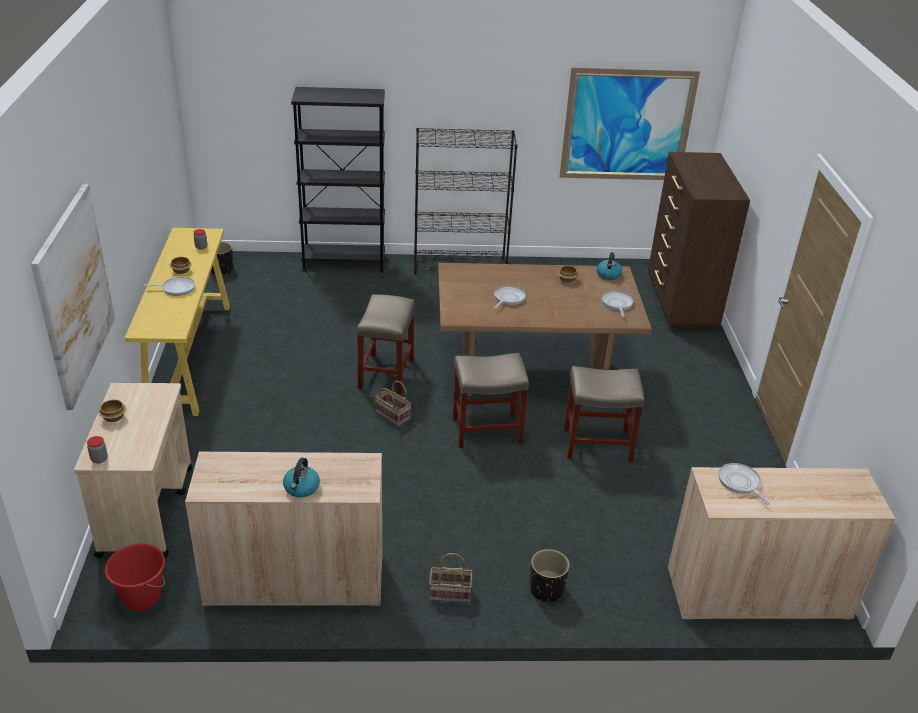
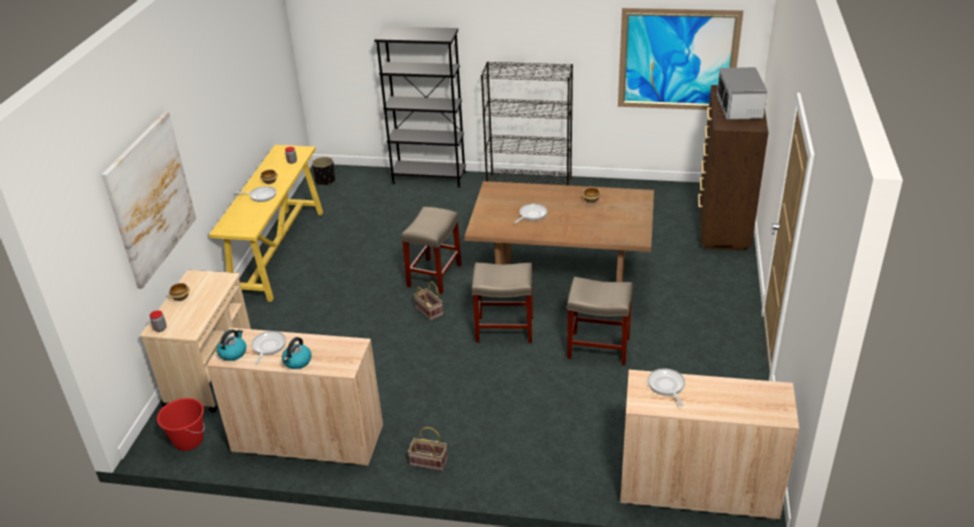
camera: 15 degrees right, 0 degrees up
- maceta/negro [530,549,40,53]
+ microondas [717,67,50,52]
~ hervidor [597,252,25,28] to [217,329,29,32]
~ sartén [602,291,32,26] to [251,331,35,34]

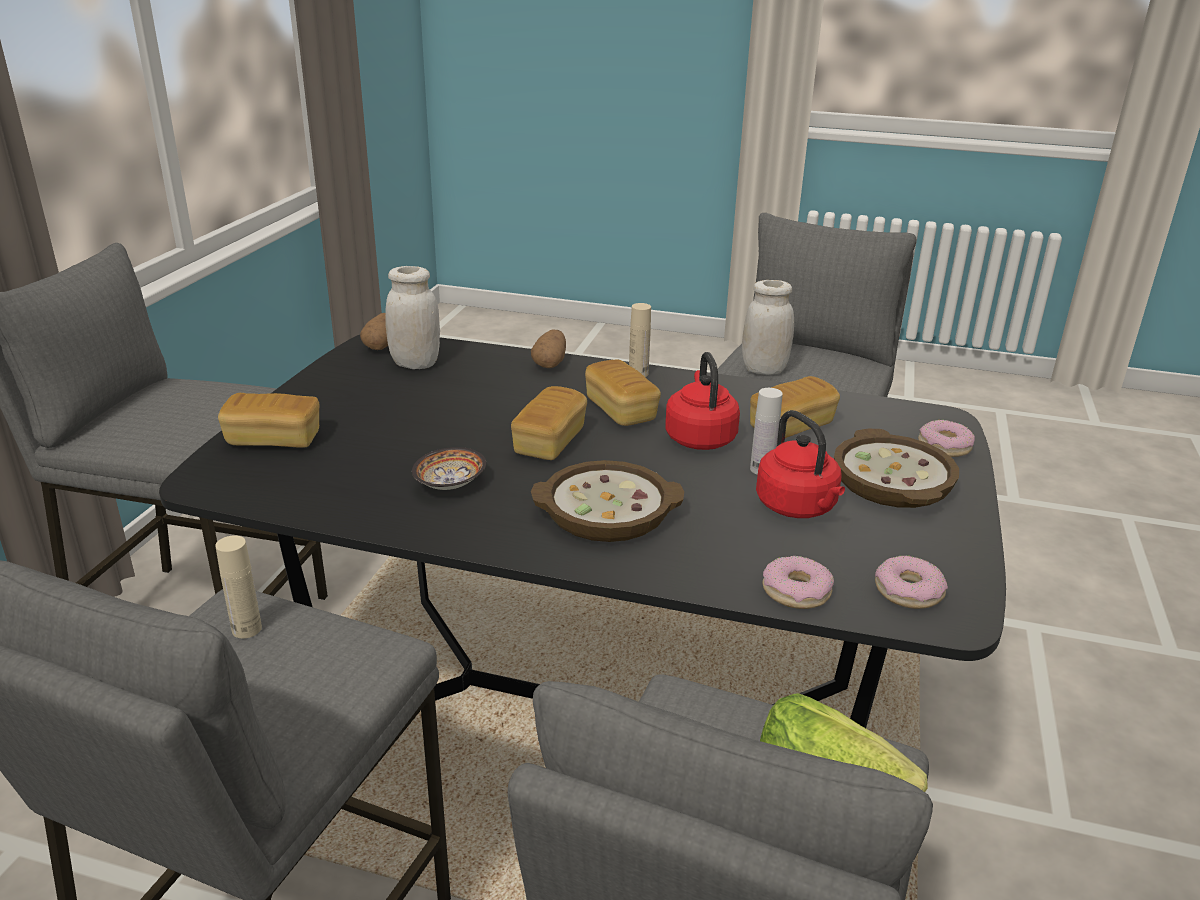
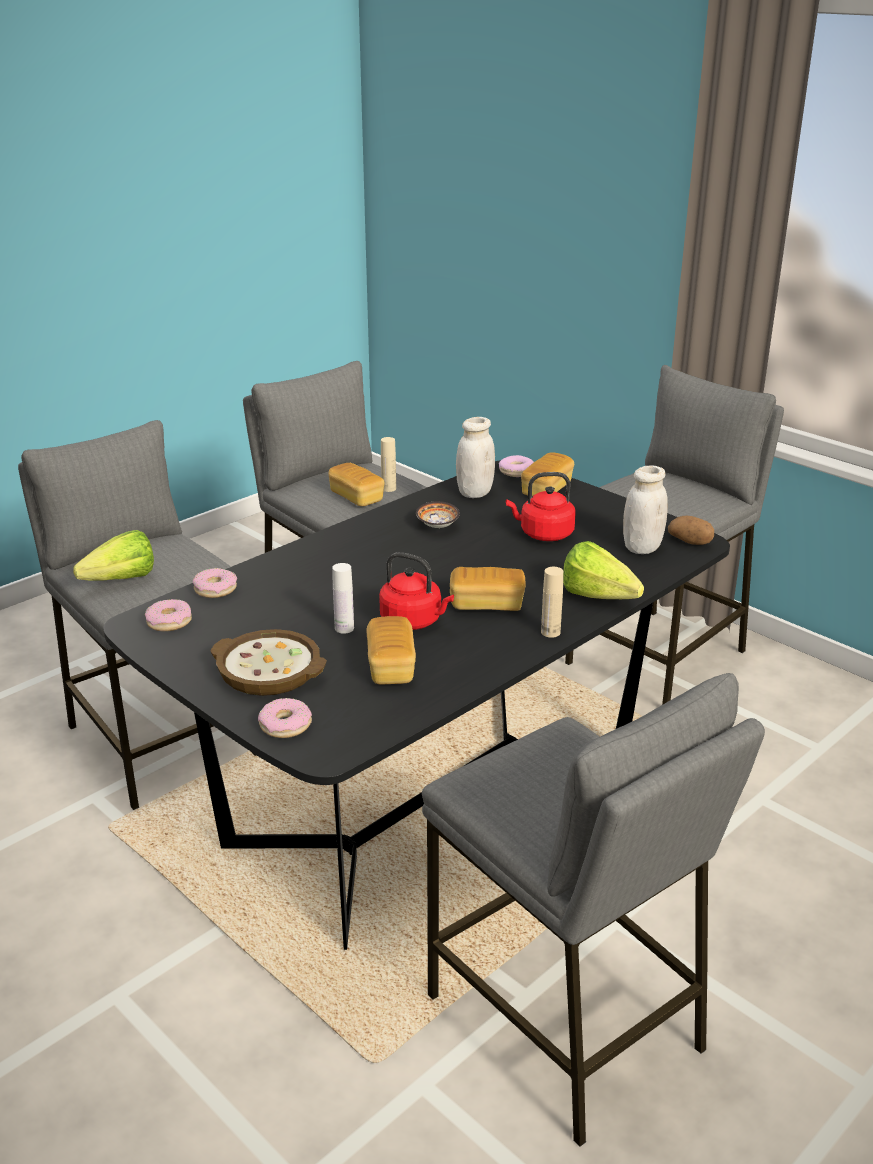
camera: 120 degrees right, 0 degrees up
- cuenco [531,460,153,82]
+ rosquilla [499,455,35,22]
~ pan [511,386,76,74] to [328,463,57,43]
~ tarro/blanco [742,280,52,95] to [456,417,39,81]
~ hervidor/rojo [756,410,89,108] to [506,472,70,69]
~ patata [531,330,35,38] to lechuga [563,541,81,58]

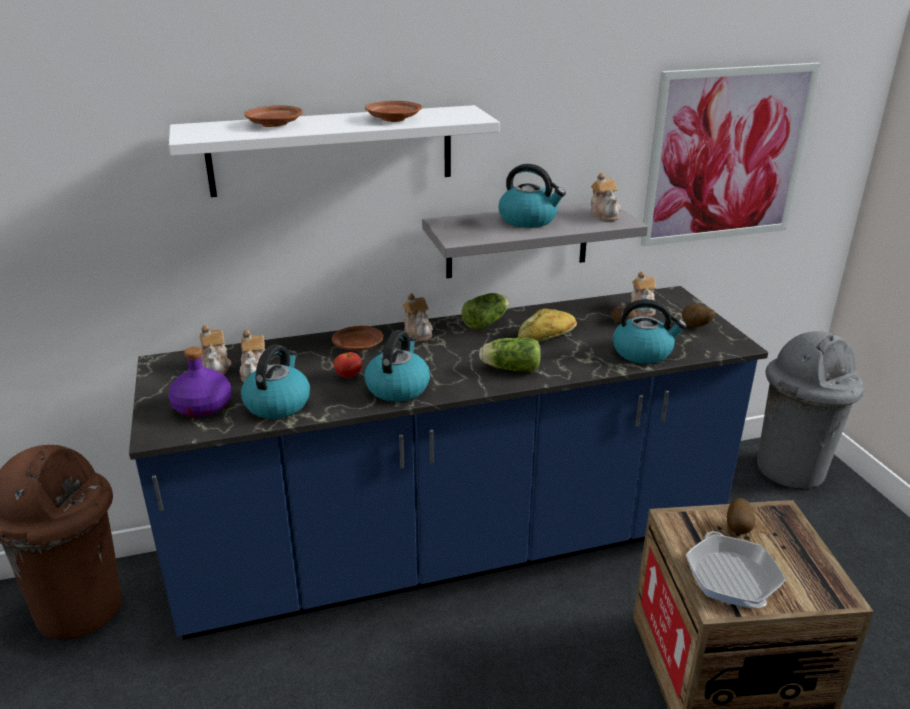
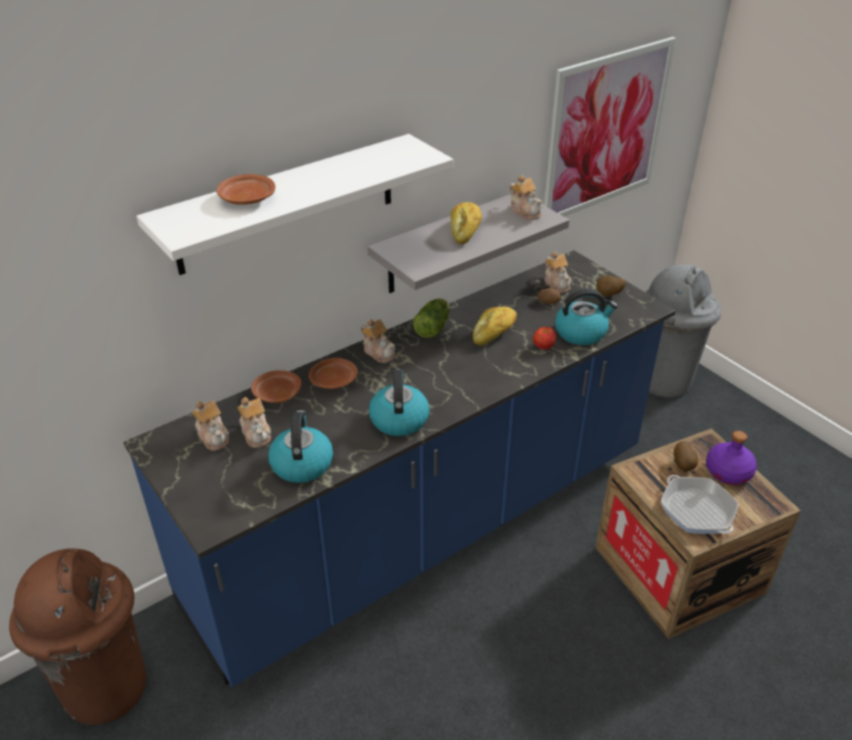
camera: 20 degrees left, 10 degrees up
- lechuga [479,337,62,35]
~ botella/morado [168,346,64,71] to [706,431,51,54]
~ tomate [334,352,28,26] to [533,327,23,23]
~ plato/marrón [365,101,57,21] to [251,370,51,33]
~ hervidor [499,164,67,64] to pan [450,202,32,42]

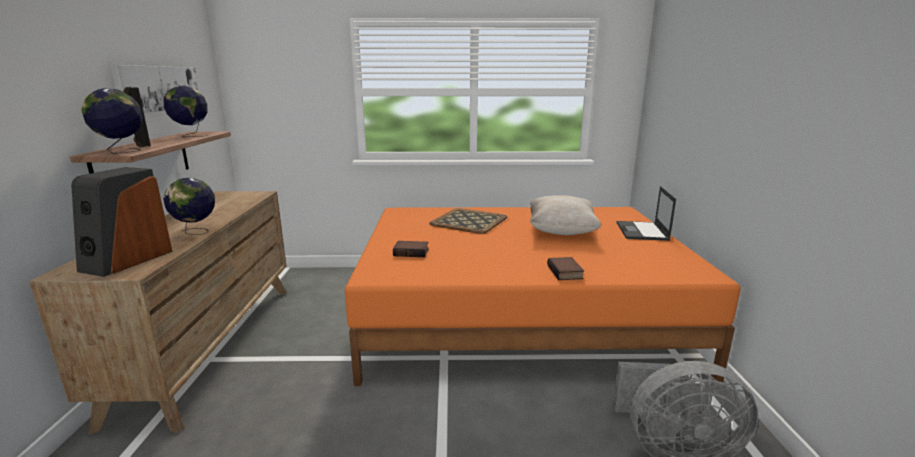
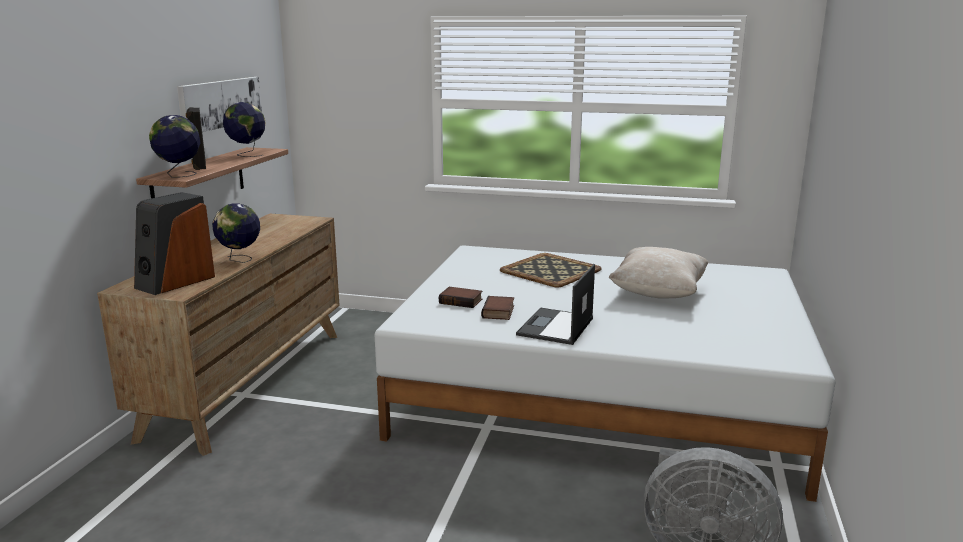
camera: 15 degrees right, 0 degrees up
~ libro [547,257,37,23] to [481,296,33,24]
~ portátil [617,186,59,55] to [516,264,79,81]
~ cama/naranja [345,207,396,179] to cama/blanco [375,245,461,257]

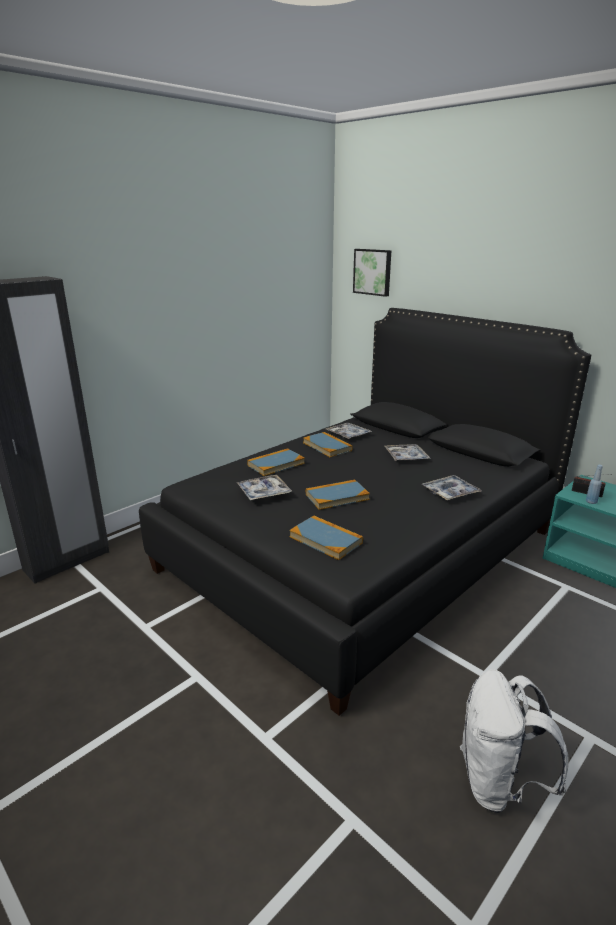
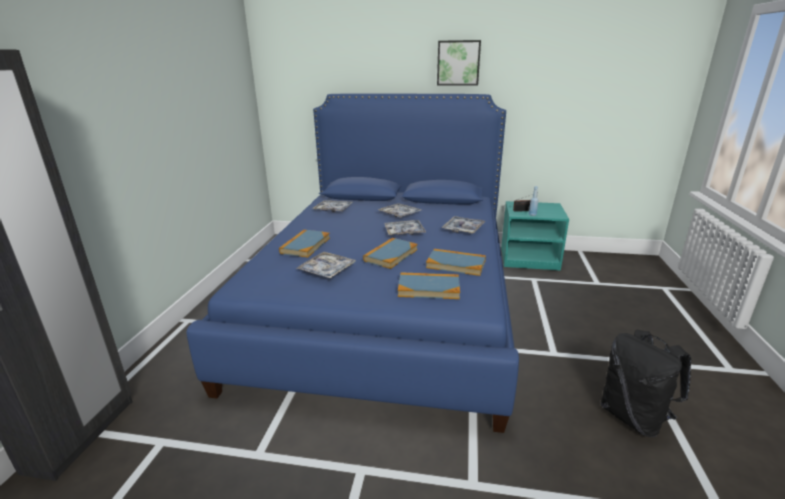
camera: 35 degrees left, 0 degrees up
+ bandeja [384,220,42,15]
~ libro [303,432,50,25] to [426,249,60,27]
~ cuadro [353,249,38,48] to [437,40,44,46]
~ cama/negro [139,308,452,408] to cama/azul [187,93,332,340]
~ mochila/blanco [460,669,109,144] to mochila/negro [601,330,90,107]

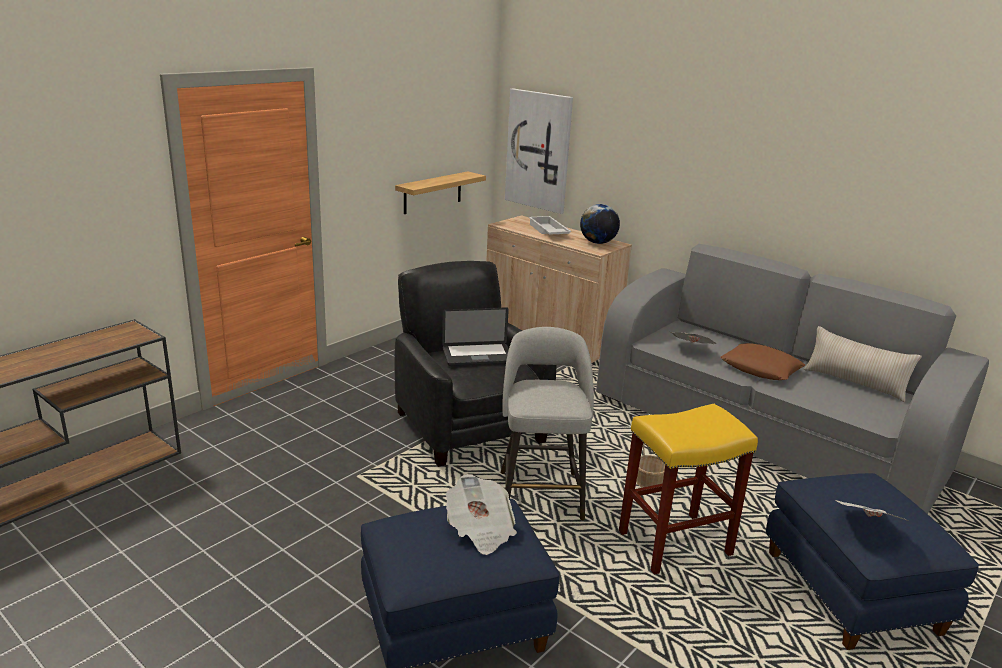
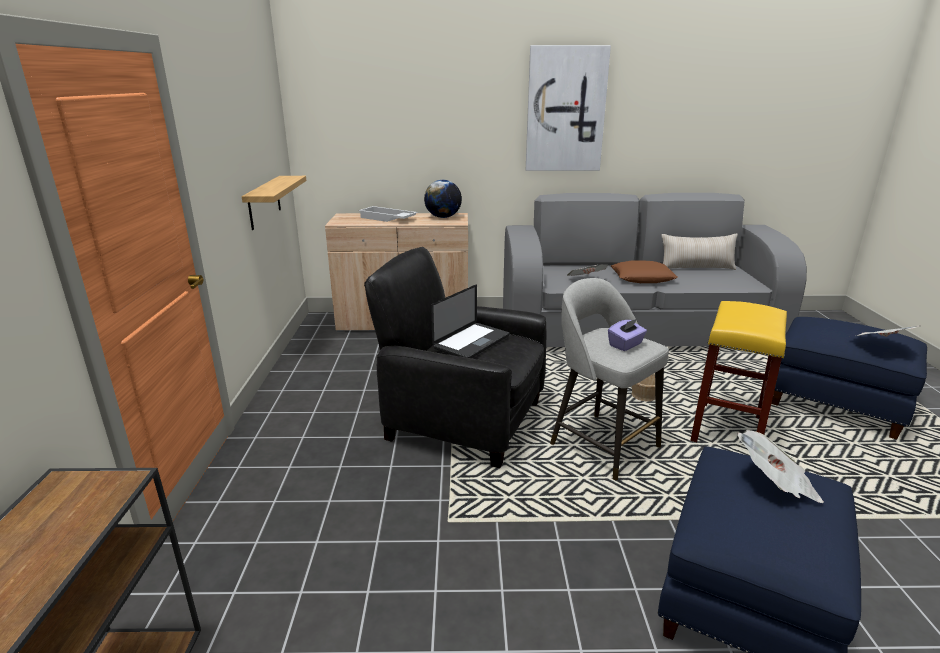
camera: 40 degrees left, 0 degrees up
+ caja de pañuelos/morado [608,319,39,32]
~ cuadro [505,89,68,125] to [526,45,85,126]

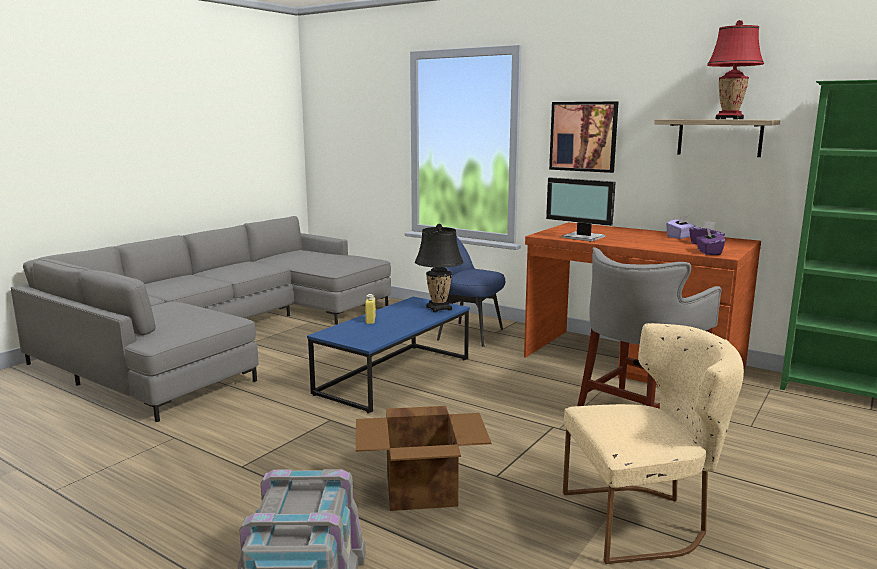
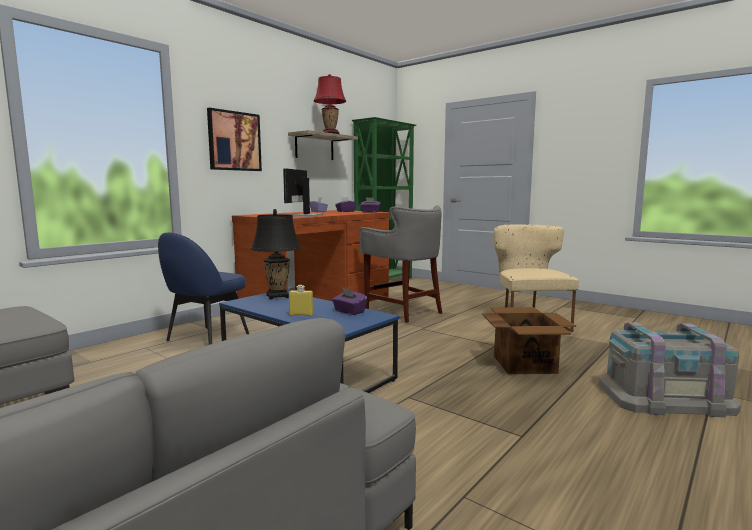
camera: 85 degrees left, 5 degrees down
+ caja de pañuelos/morado [332,287,35,28]
~ monitor [546,177,70,64] = [283,169,40,48] 150 degrees clockwise

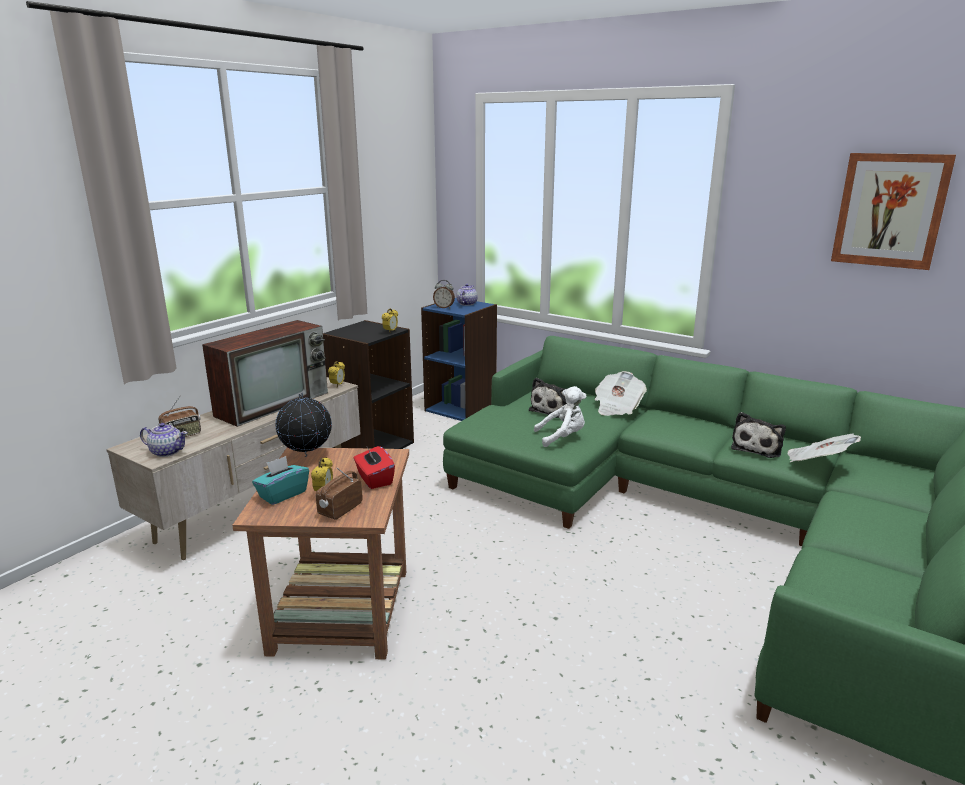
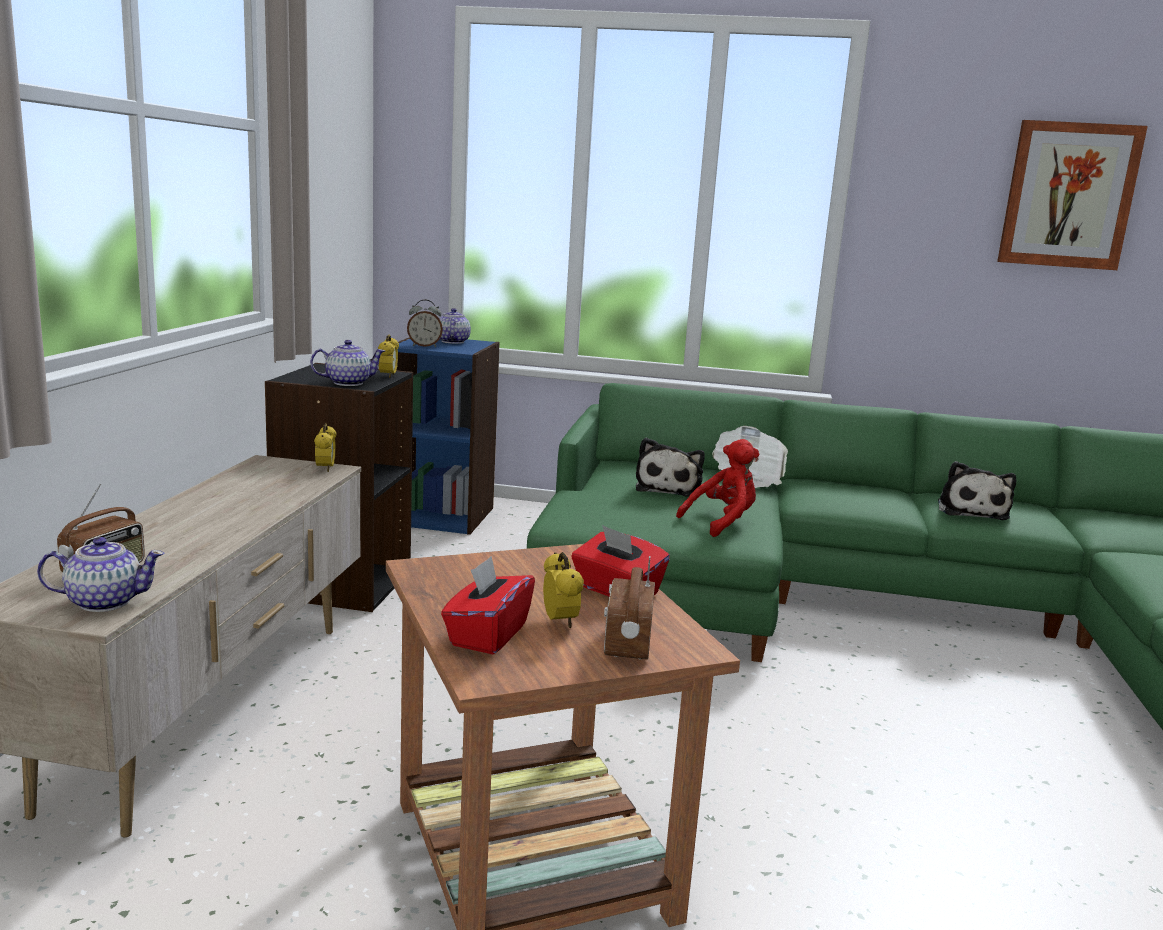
camera: 25 degrees left, 5 degrees down
- televisor [202,320,126,107]
- globo terráqueo [276,392,56,65]
- periódico [788,433,73,29]
+ tetera [310,340,75,46]
~ caja de pañuelos/turquesa [252,456,57,49] to caja de pañuelos/rojo [441,556,94,98]
~ peluche/blanco [534,386,52,61] to peluche/rojo [676,439,83,98]

